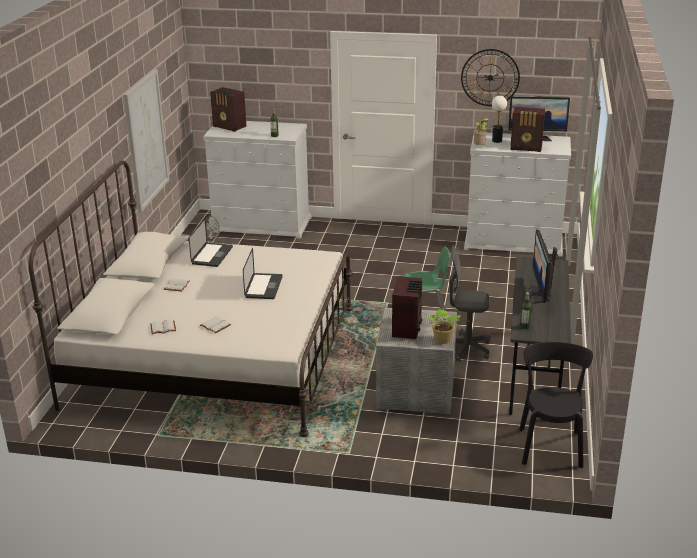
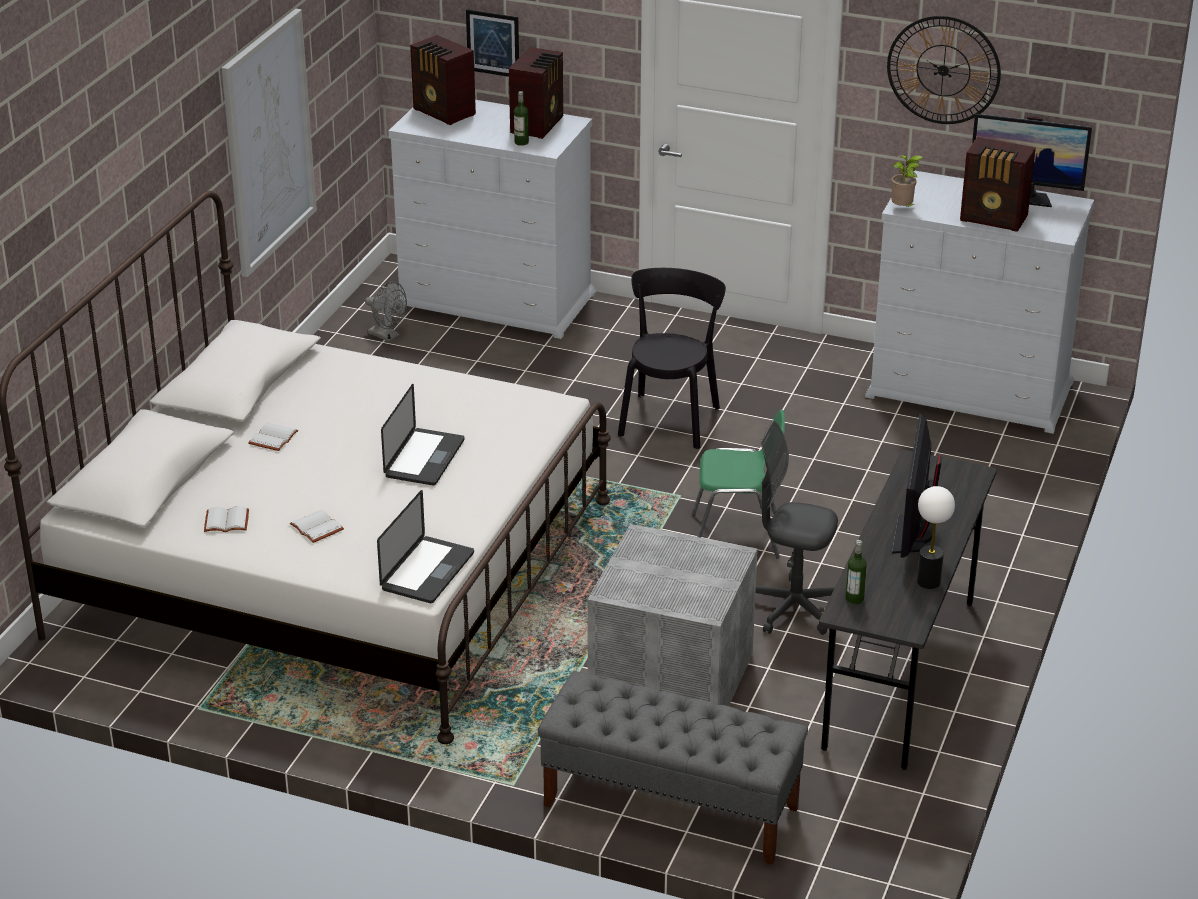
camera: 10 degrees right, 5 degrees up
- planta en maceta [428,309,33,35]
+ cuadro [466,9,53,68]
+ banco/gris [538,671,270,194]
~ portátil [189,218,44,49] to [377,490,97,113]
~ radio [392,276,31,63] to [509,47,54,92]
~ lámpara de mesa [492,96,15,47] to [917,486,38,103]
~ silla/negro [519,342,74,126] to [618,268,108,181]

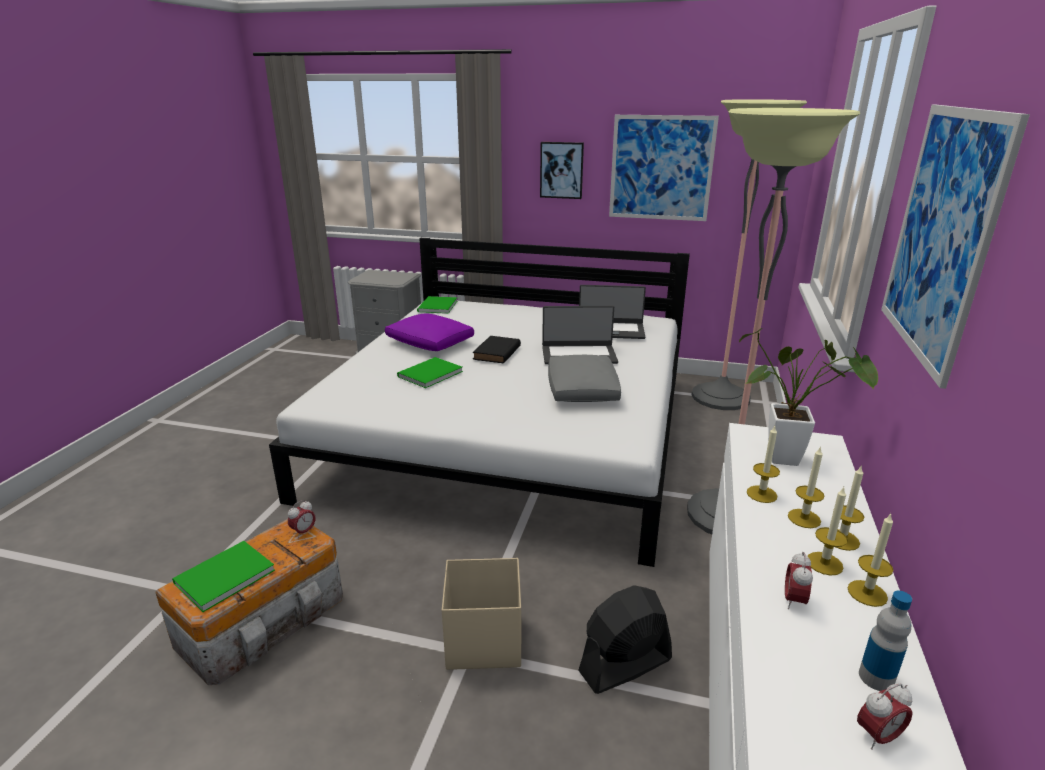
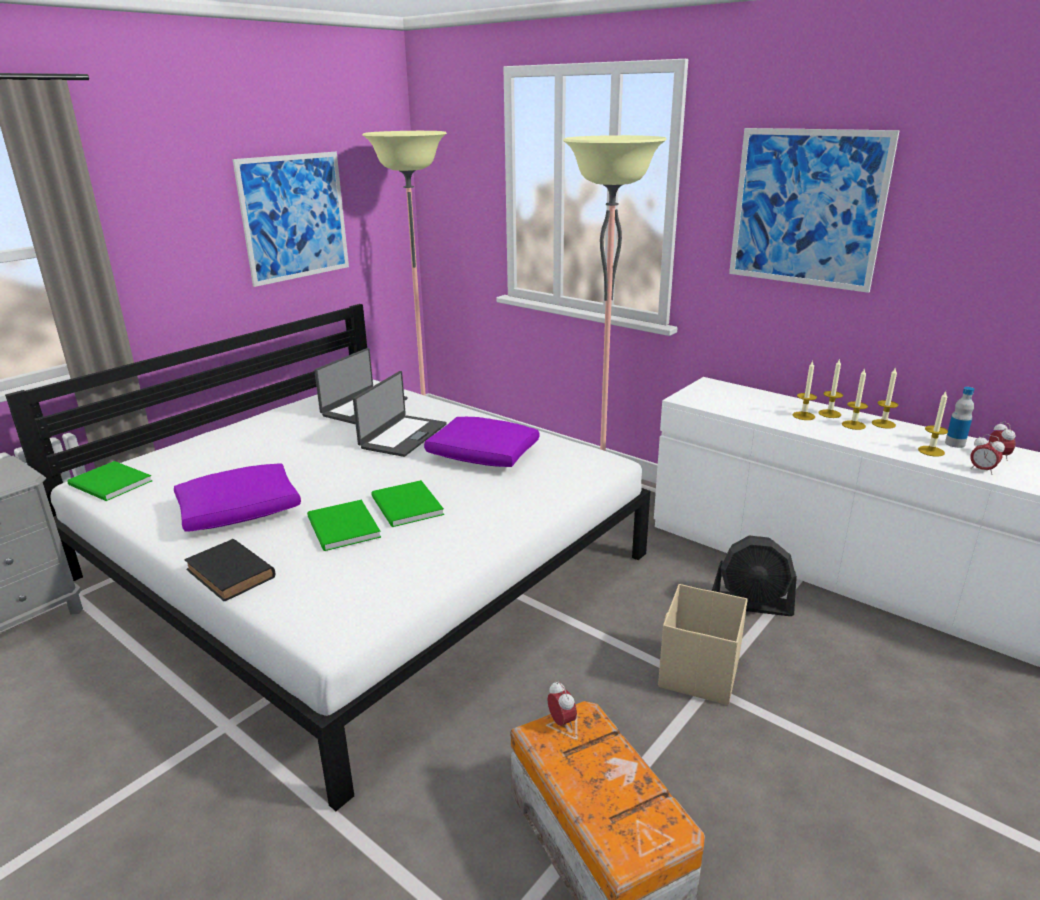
camera: 65 degrees left, 0 degrees up
- cuadro [540,142,44,57]
- planta en maceta [739,328,139,138]
~ libro/verde [172,541,103,71] to [371,480,73,47]
~ libro/negro [473,336,48,27] to [185,539,90,62]
~ vela [747,426,33,77] to [918,392,30,65]
~ despertador [785,552,28,57] to [970,434,35,41]
~ cojín/gris [548,355,73,47] to cojín/morado [424,417,115,50]
~ ventilador/negro [578,585,94,109] = [712,536,85,80] 75 degrees counterclockwise

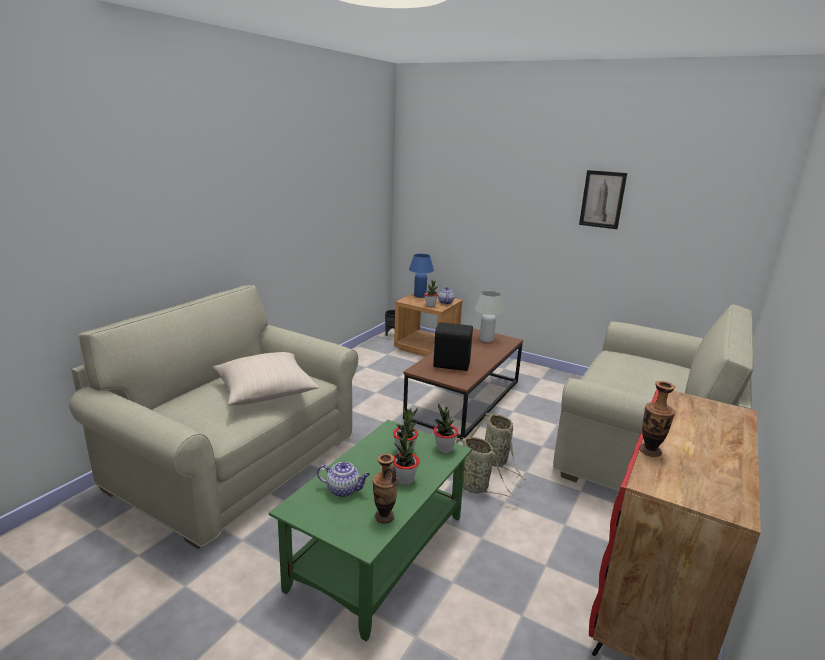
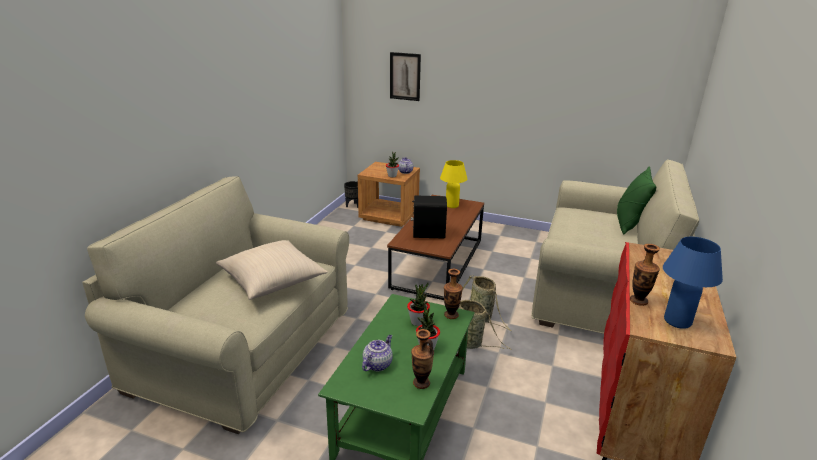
camera: 10 degrees left, 5 degrees up
+ cojín/verde [617,167,39,67]
~ lámpara de mesa/azul [409,254,25,44] to [663,237,60,92]
~ cuadro [579,170,48,59] to [390,52,31,49]
~ planta en maceta [434,403,24,50] to florero [444,269,19,50]
~ lámpara de mesa/blanco [475,291,29,51] to lámpara de mesa/amarillo [440,160,27,48]
~ tetera [317,462,53,35] = [362,335,31,36] 60 degrees counterclockwise

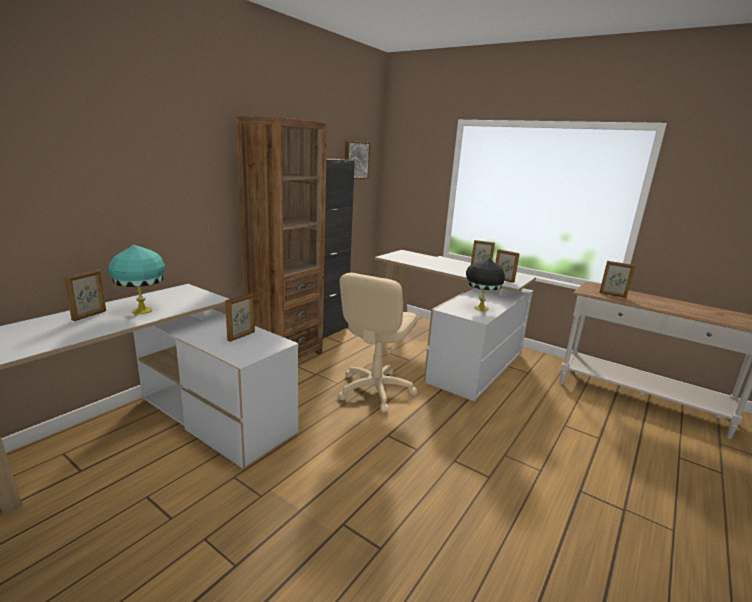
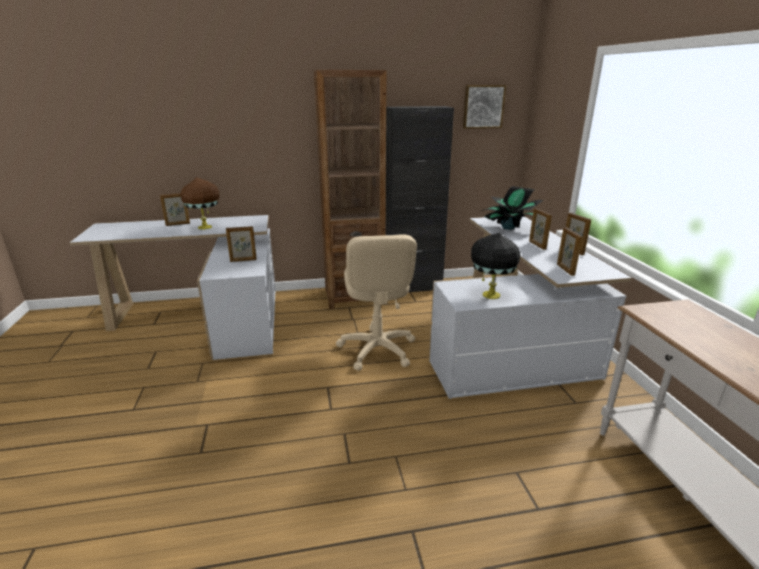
camera: 45 degrees right, 5 degrees up
+ planta en maceta [481,186,63,44]
~ portarretratos [599,261,36,37] to [529,208,23,42]
~ lámpara de mesa/turquesa [108,245,57,69] to lámpara de mesa/marrón [180,177,39,53]
~ silla de oficina/beis [338,273,80,140] = [336,234,81,137] 75 degrees counterclockwise

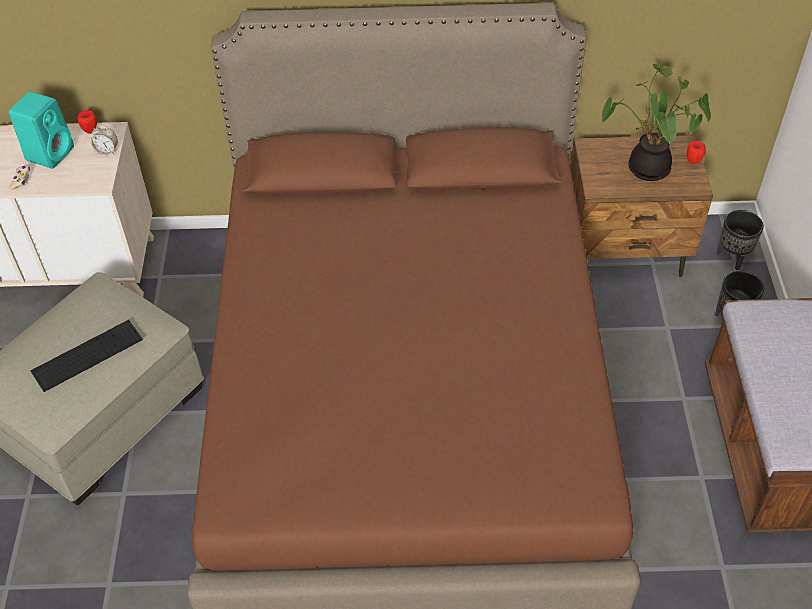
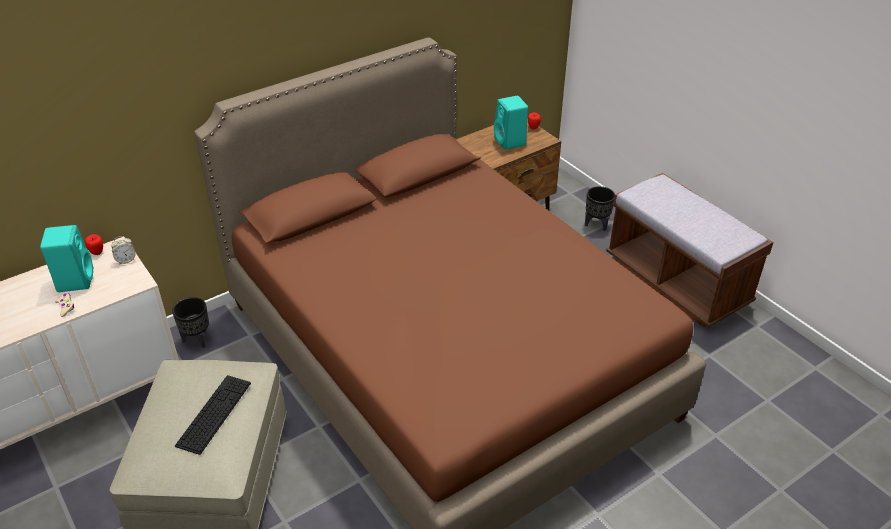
camera: 35 degrees left, 10 degrees down
~ maceta/negro [716,210,48,60] to [172,297,37,51]
~ planta en maceta [602,64,109,117] to altavoz/turquesa [494,96,34,54]

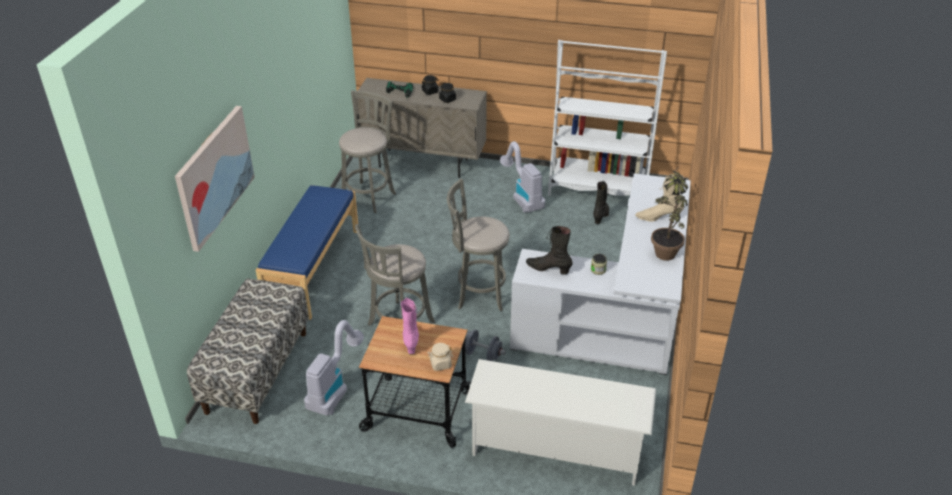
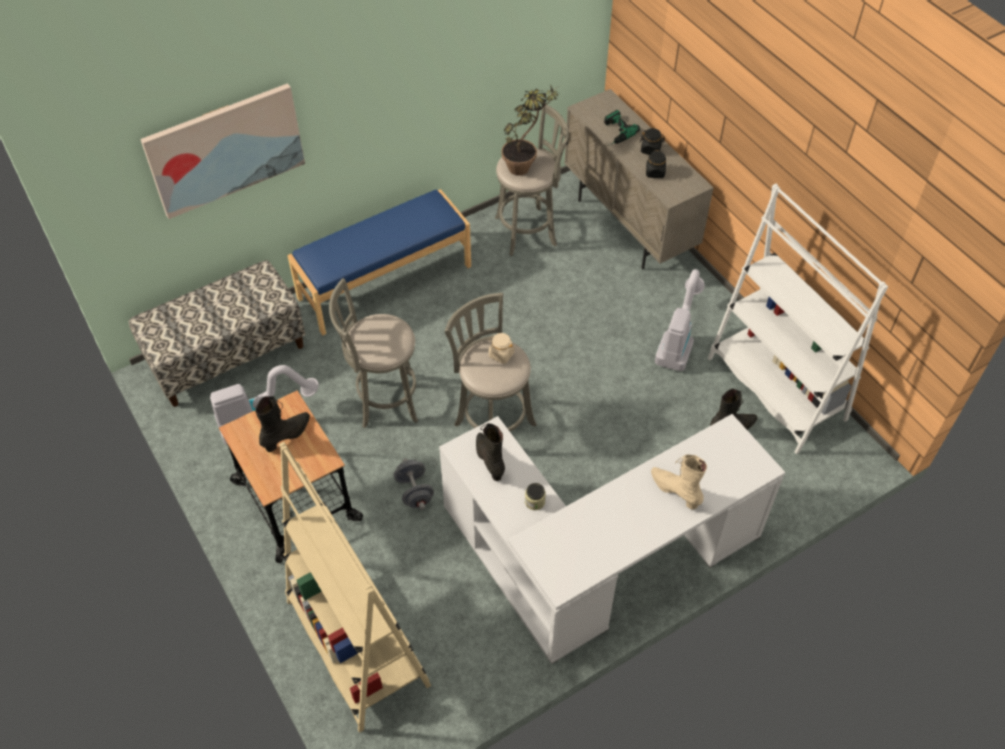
camera: 45 degrees right, 15 degrees up
~ tarro/beis [427,343,26,28] to [488,333,26,31]
~ planta en maceta [651,165,37,96] to [501,84,57,92]
~ zapatero/blanco [465,359,191,127] to estantería/beis [279,442,152,291]
~ bota/rosa [401,298,18,56] to bota/negro [255,396,55,56]

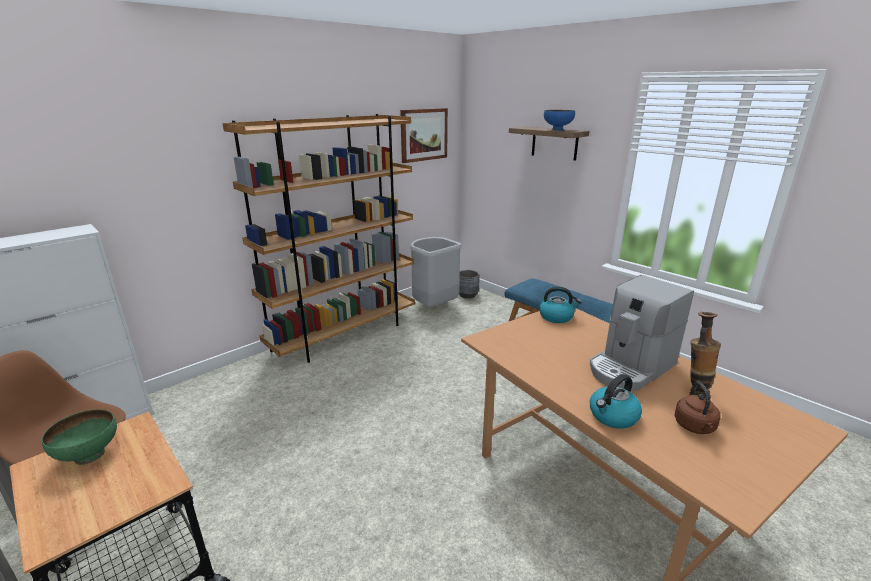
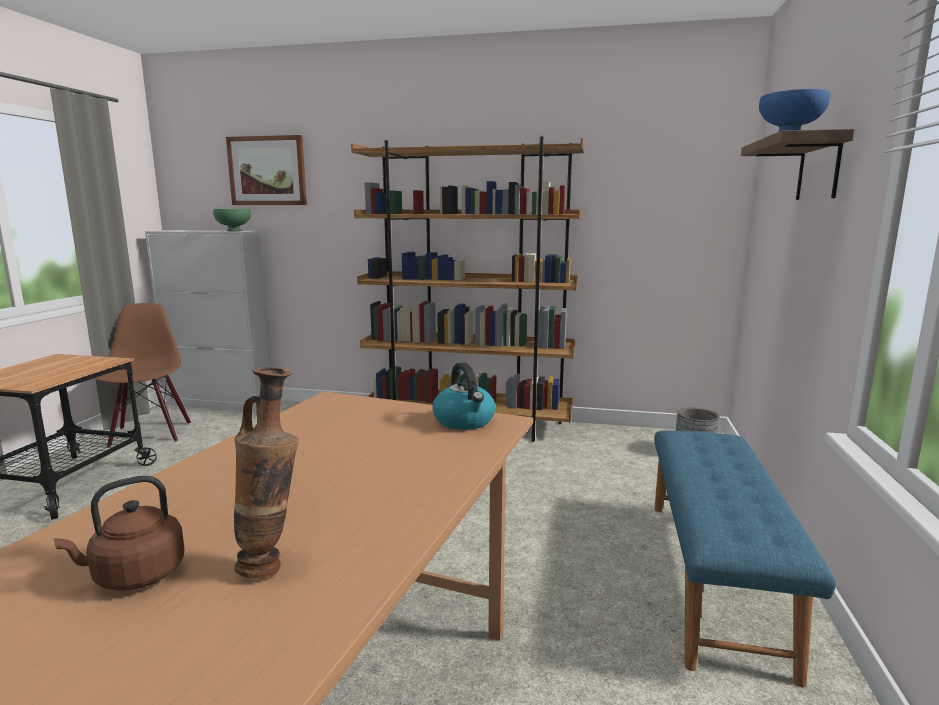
camera: 55 degrees right, 10 degrees down
- papelera/gris [410,237,52,70]
- cafetera [590,275,104,116]
- hervidor [590,374,52,54]
~ cuenco/verde [42,409,75,56] to [213,209,38,22]
~ cuadro [400,108,48,55] to [226,135,81,70]

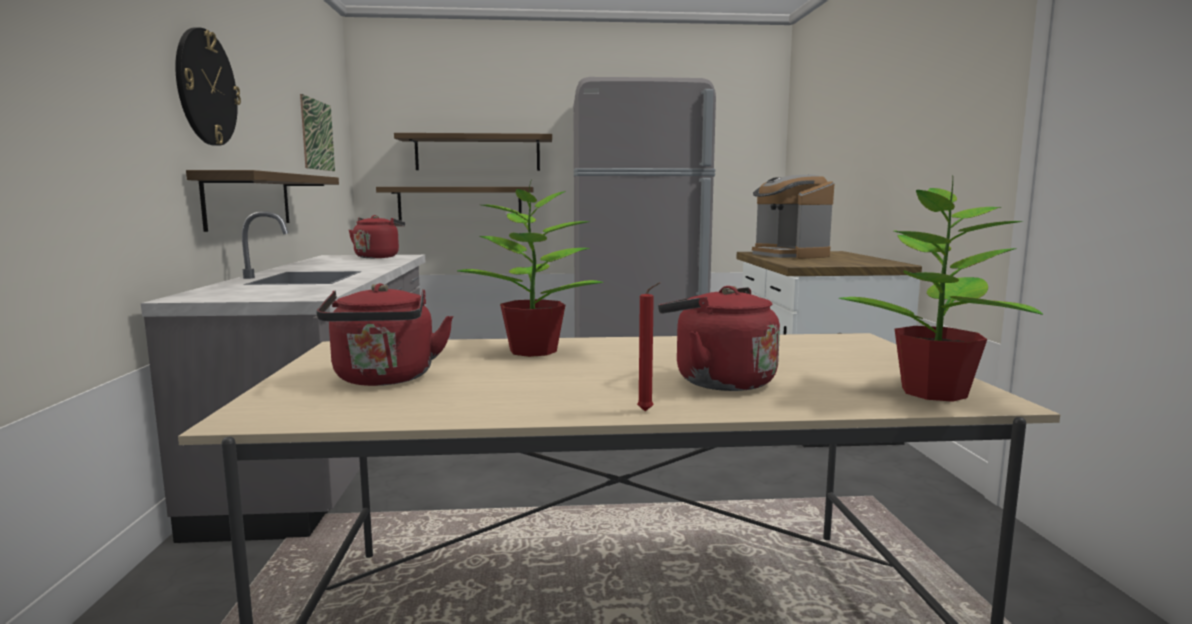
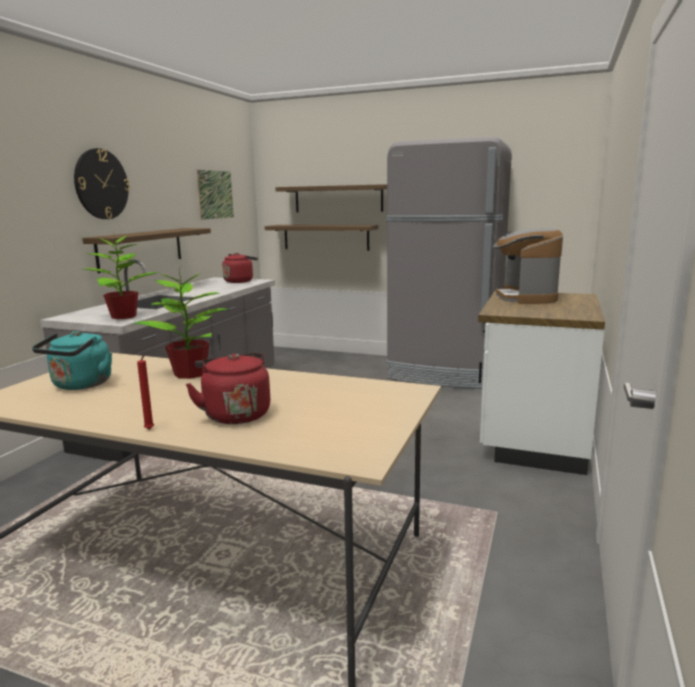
camera: 25 degrees right, 5 degrees up
~ planta en maceta [839,175,204,227] to [84,236,75,83]
~ hervidor/rojo [316,283,137,103] to hervidor/turquesa [32,331,80,59]

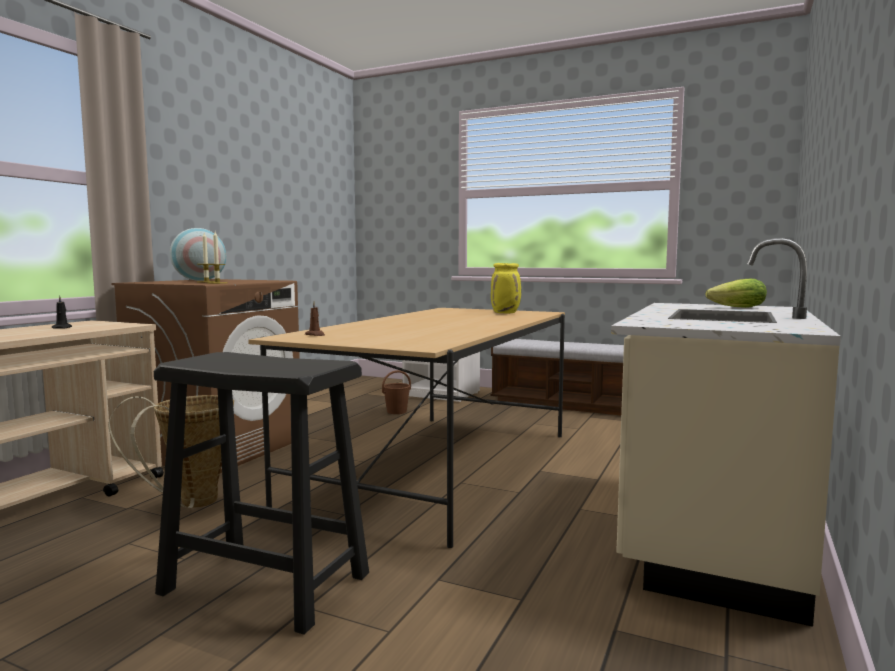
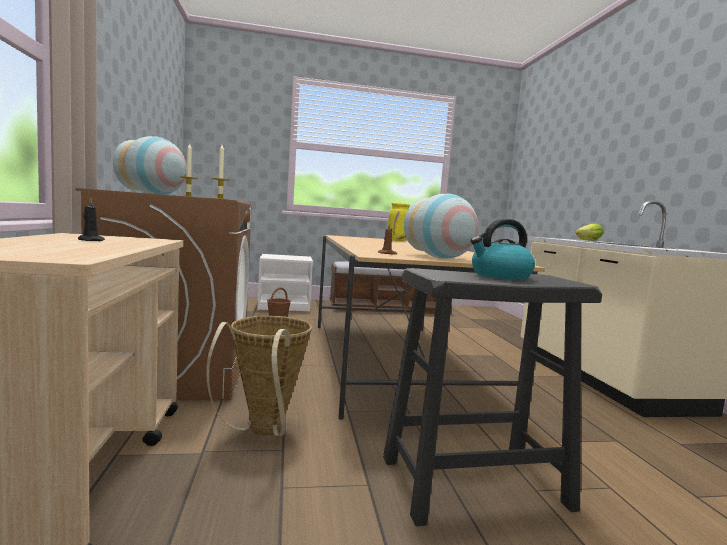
camera: 35 degrees left, 0 degrees up
+ florero [404,193,74,66]
+ hervidor [471,219,64,61]

